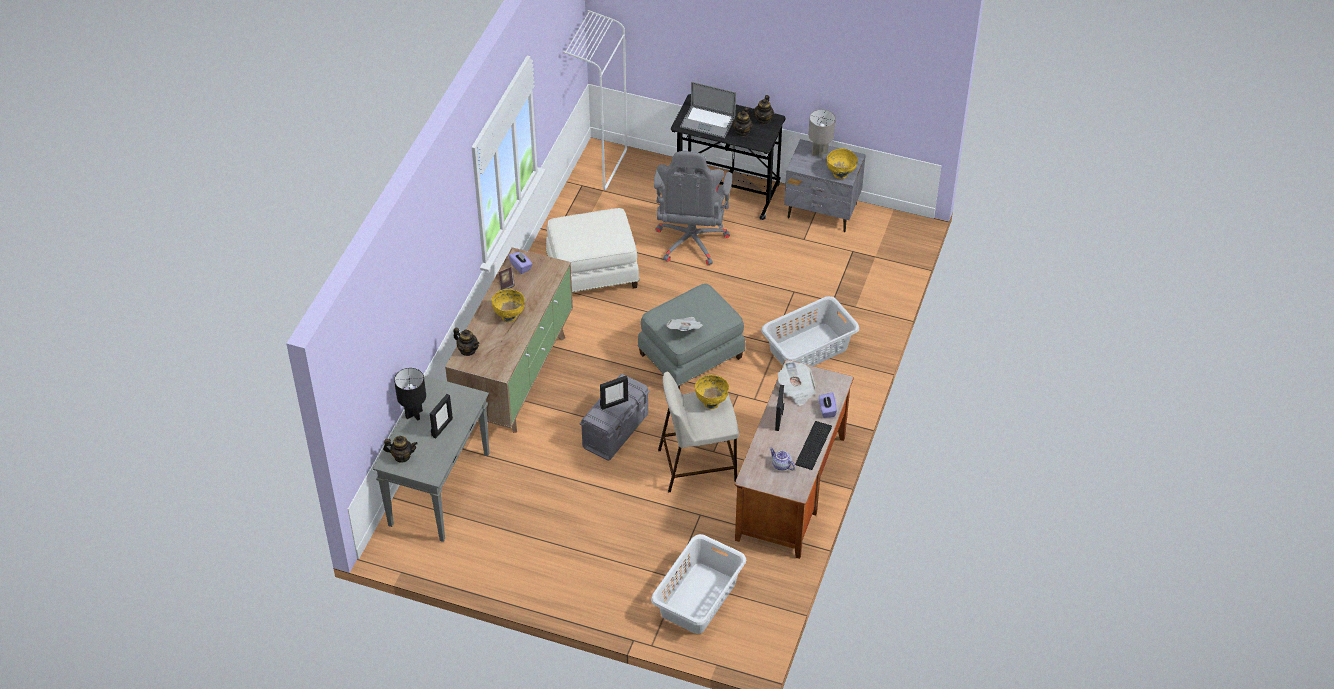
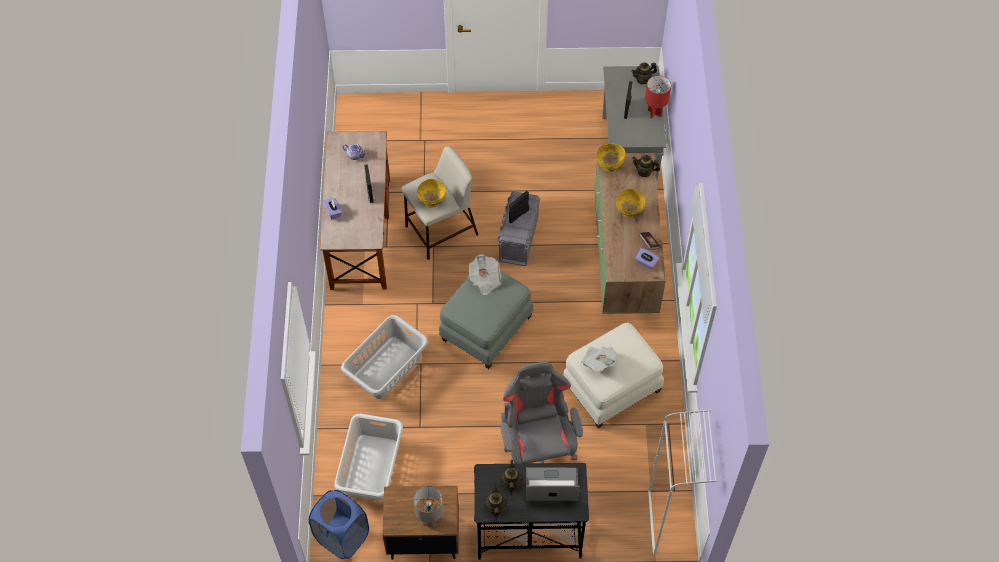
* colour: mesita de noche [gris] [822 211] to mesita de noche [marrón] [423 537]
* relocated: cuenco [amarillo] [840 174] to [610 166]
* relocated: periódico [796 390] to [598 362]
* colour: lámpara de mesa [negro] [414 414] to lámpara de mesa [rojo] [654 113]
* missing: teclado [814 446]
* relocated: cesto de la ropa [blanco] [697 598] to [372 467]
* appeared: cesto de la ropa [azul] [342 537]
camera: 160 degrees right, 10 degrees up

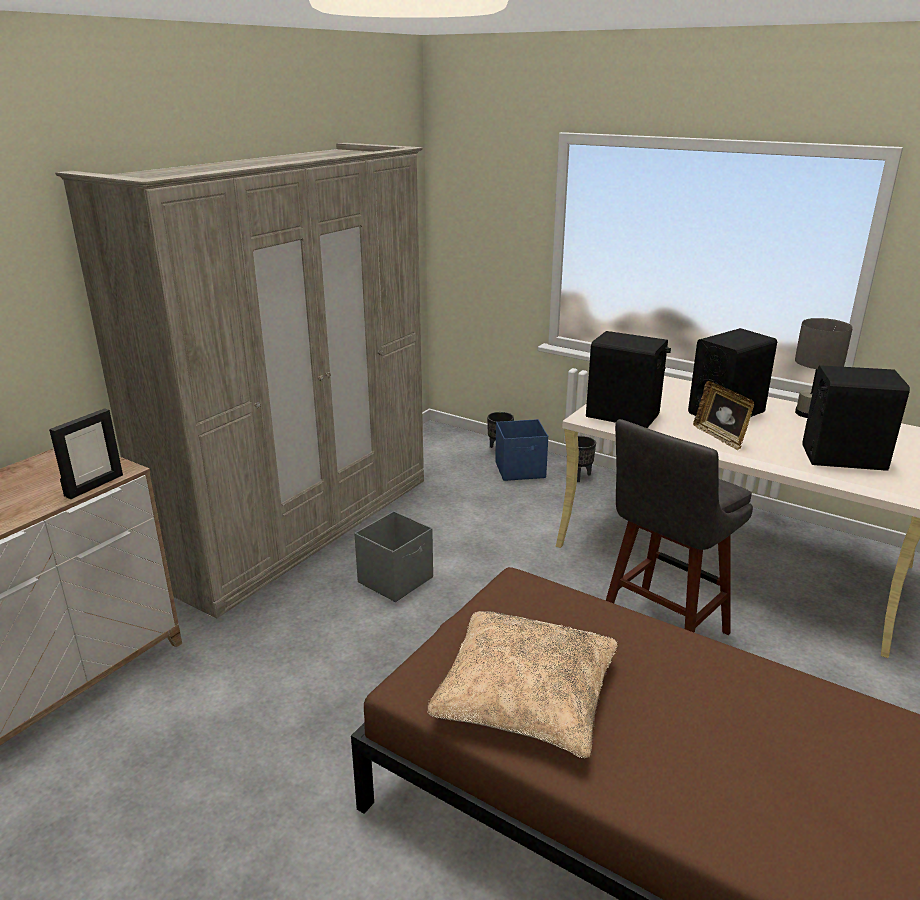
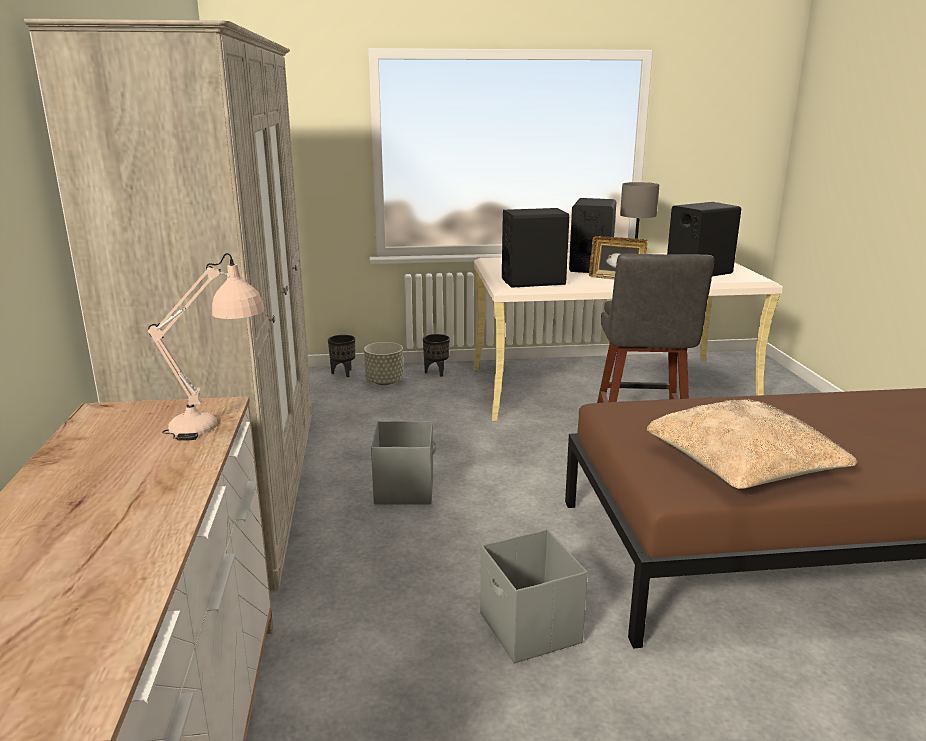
* exchanged: portarretratos [94 485] to lámpara de mesa [beis] [219 425]
* exchanged: caja de almacenaje [azul] [521 470] to maceta [gris] [384 382]
* appeared: caja de almacenaje [gris] [530 629]
camera: 40 degrees left, 5 degrees down

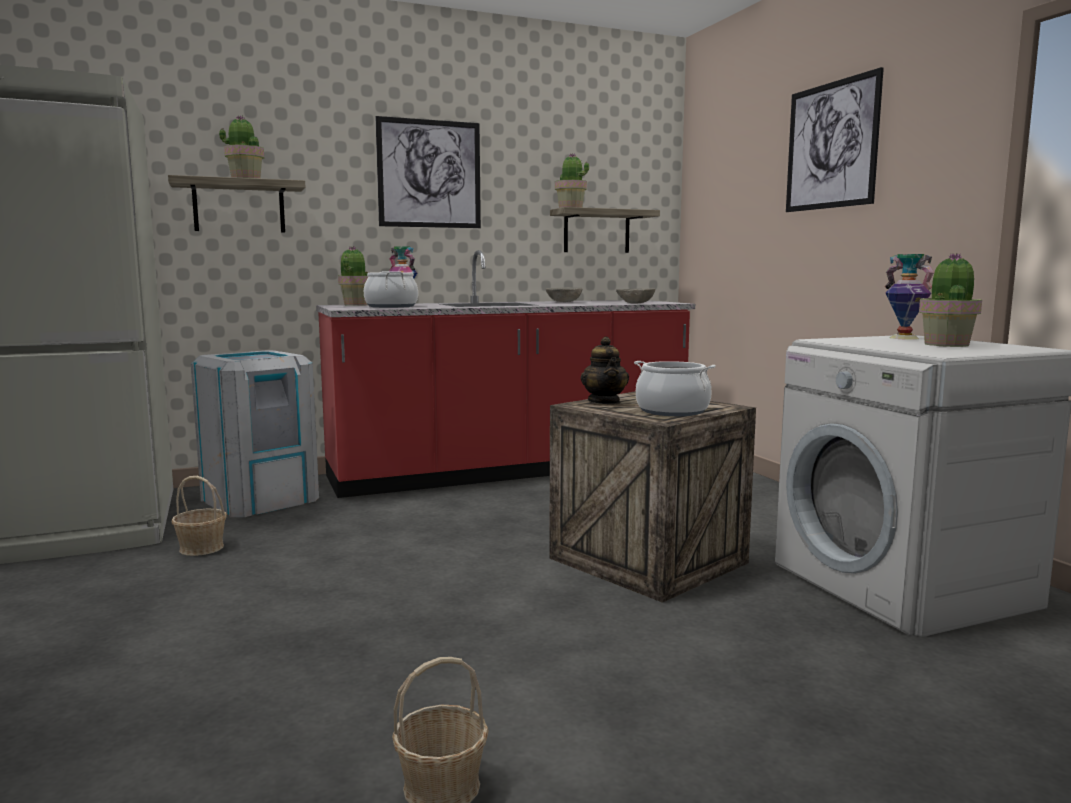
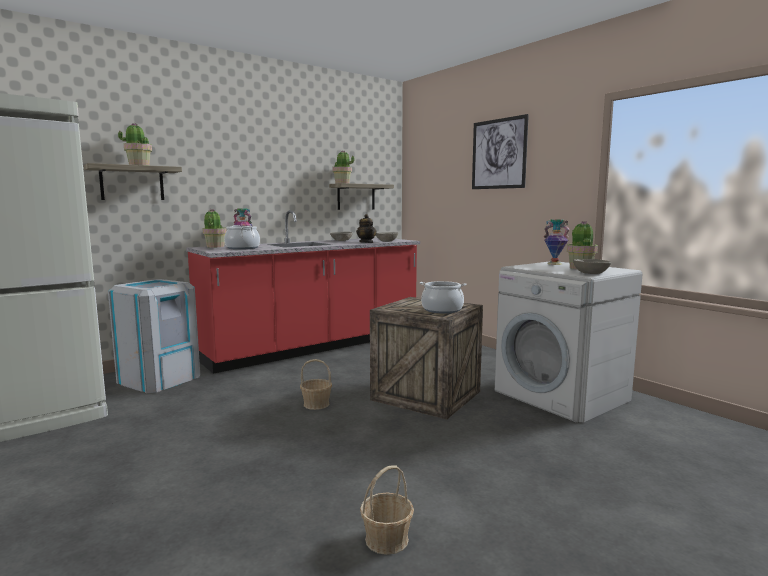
* missing: cuadro [429 174]
* relocated: tetera [604 402] to [366 242]
* relocated: cesta [201 548] to [316 404]
* appeared: cuenco [gris] [590 273]
camera: 15 degrees left, 0 degrees up

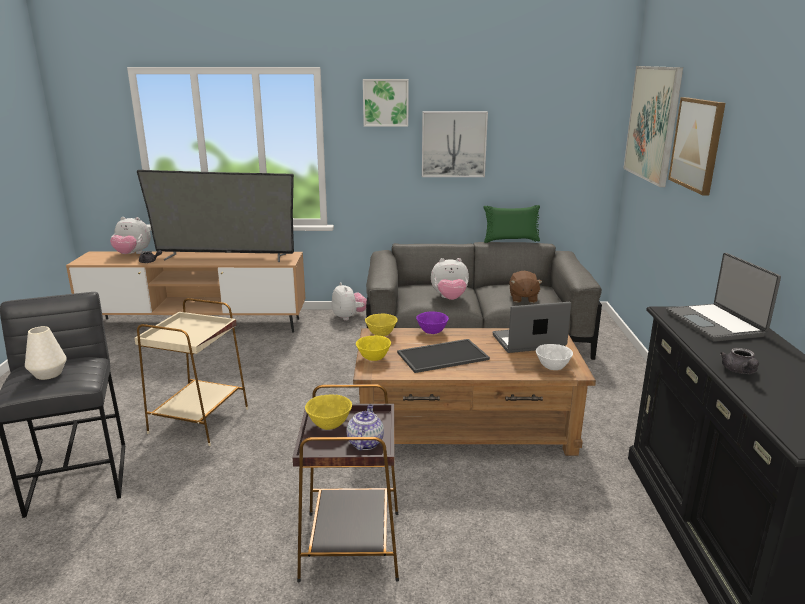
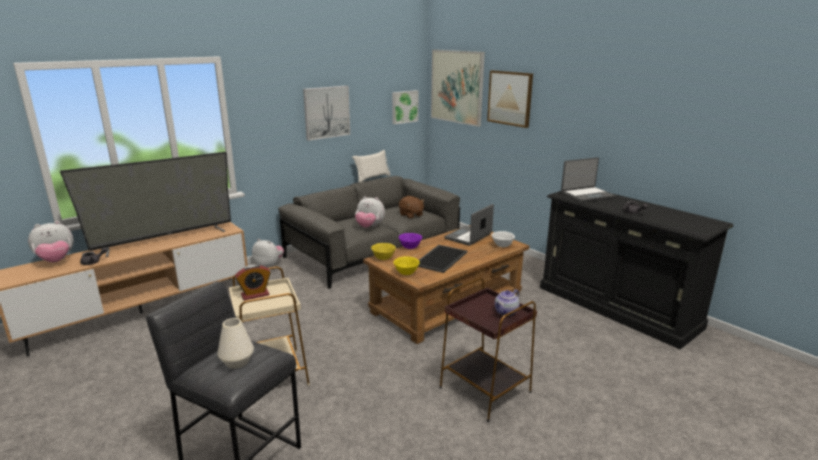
* relocated: cuadro [385 102] to [404 107]
* colour: cojín [verde] [510 240] to cojín [blanco] [372 178]
* spun: portátil [715 324] = [587 195] 60 degrees counterclockwise
* spun: peluche [449 298] = [369 227] 60 degrees clockwise
* missing: cuenco [amarillo] [329 425]
* spun: tetera [365 442] = [506 312] 105 degrees counterclockwise
* appeared: despertador [255 295]
camera: 40 degrees left, 0 degrees up

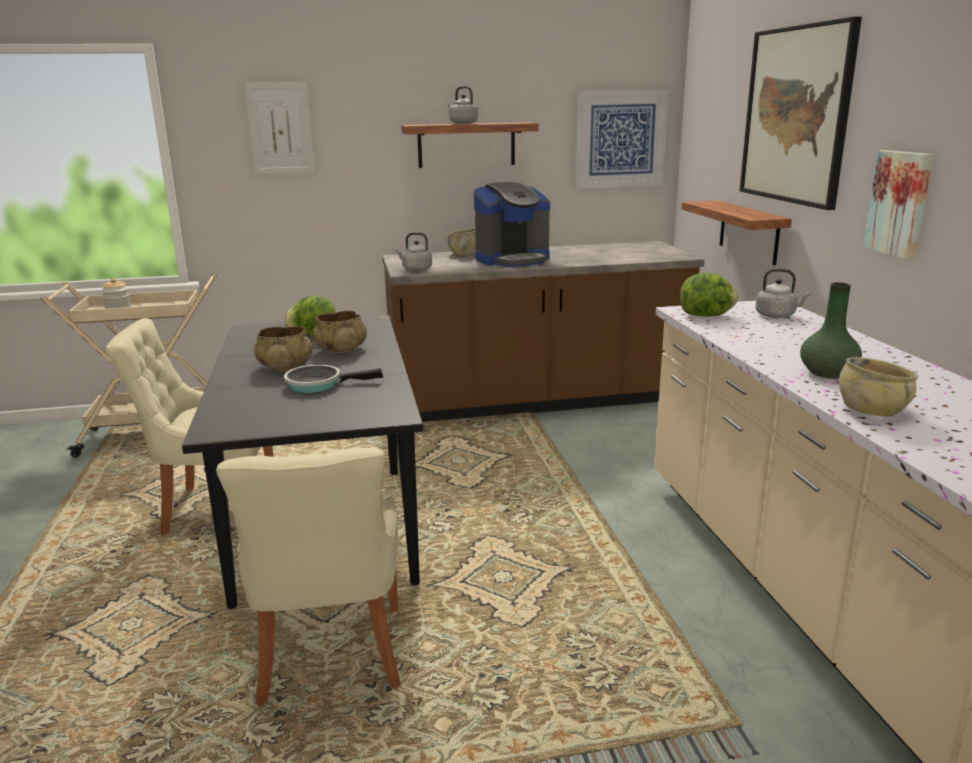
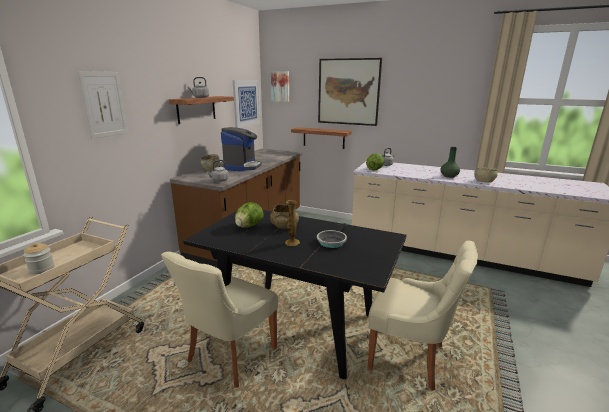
* relocated: cuadro [900 203] to [280 86]
* exchanged: cuenco [beis] [285 367] to florero [292 242]
camera: 55 degrees left, 0 degrees up

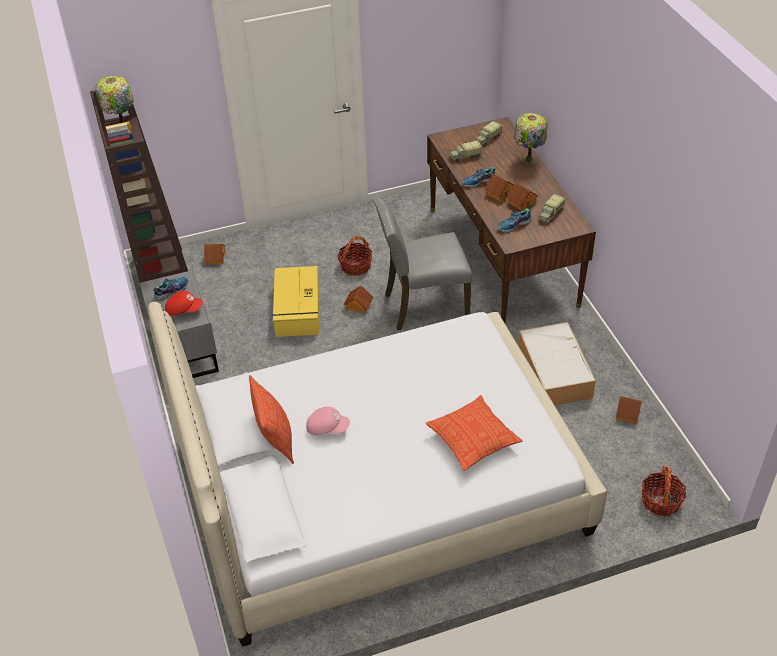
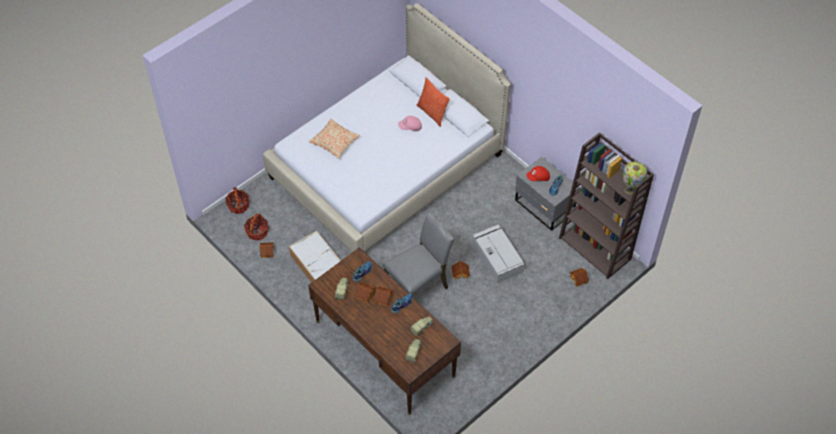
* missing: lámpara de mesa [527 159]
* relocated: cesta [355 266] to [257 232]
* colour: caja de almacenaje [amarillo] [297 309] to caja de almacenaje [gris] [497 257]
* colour: cojín [naranja] [472 440] to cojín [beis] [335 142]
camera: 155 degrees right, 10 degrees up

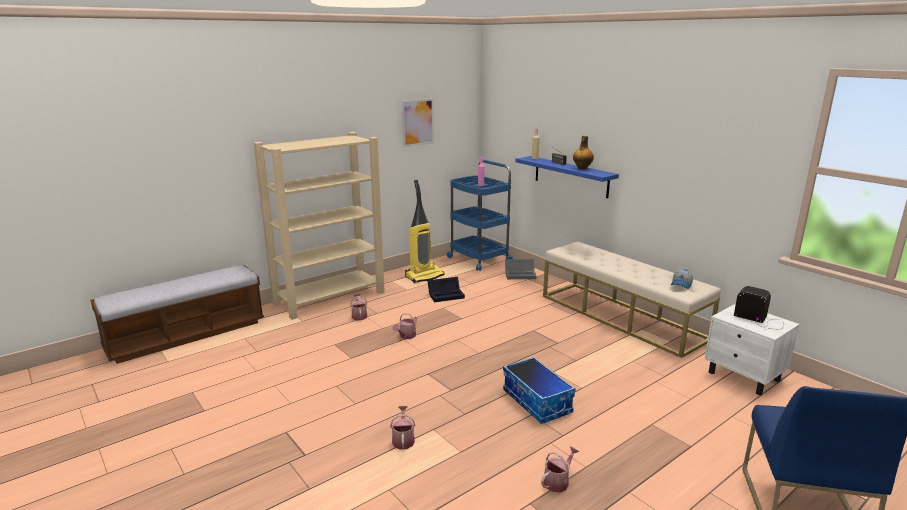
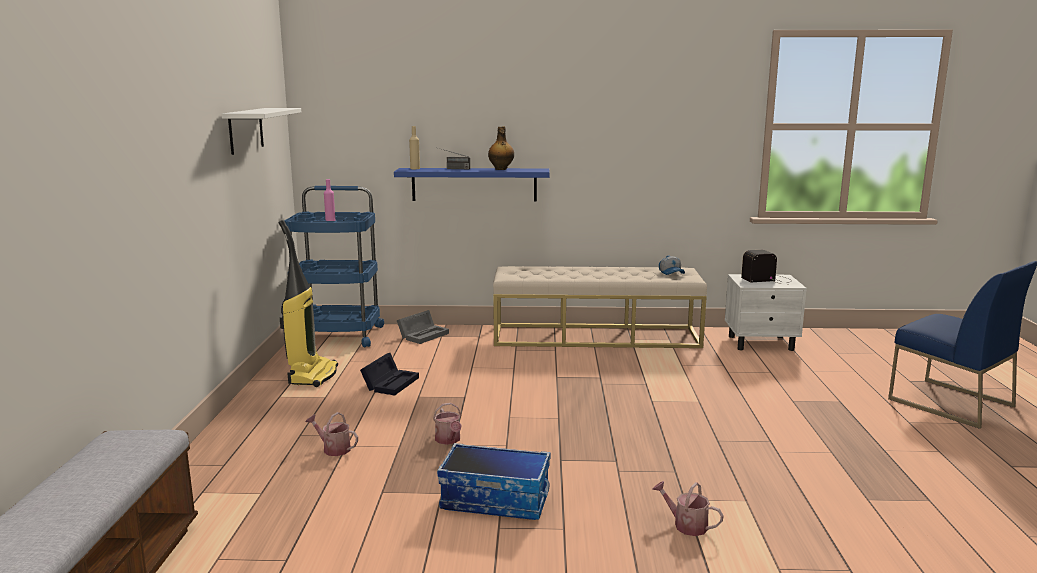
* exchanged: cuadro [417 122] to estante [blanco] [246 130]
* missing: estantería [beis] [329 297]
* relocated: caja de almacenaje [537 402] to [496 500]
* missing: regadera [558 481]
camera: 50 degrees left, 5 degrees down

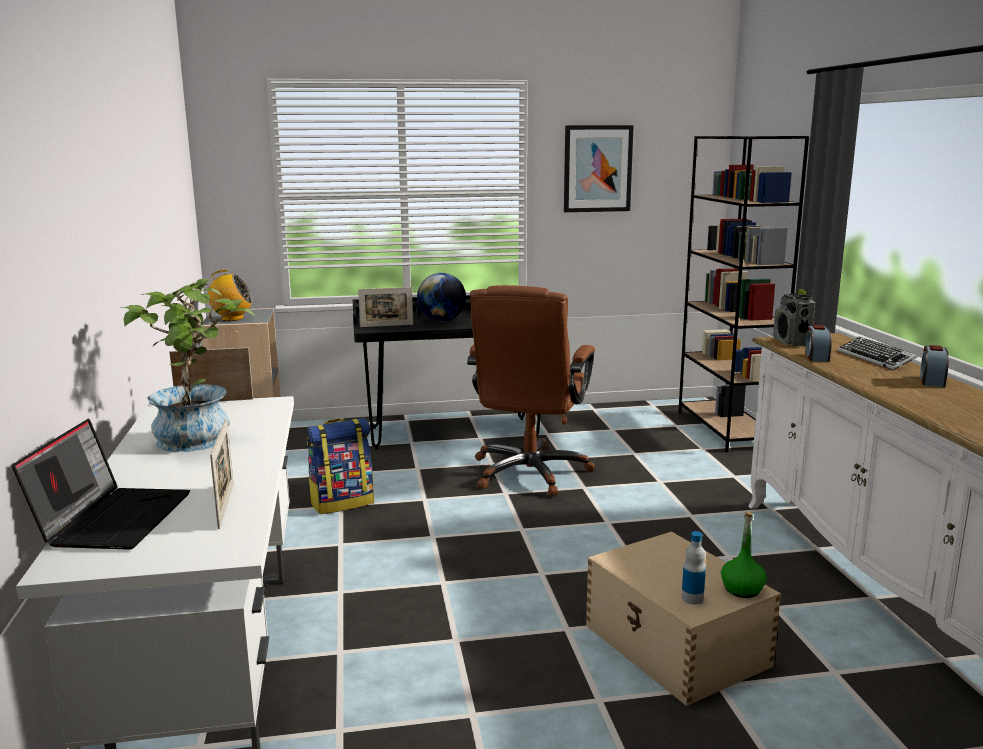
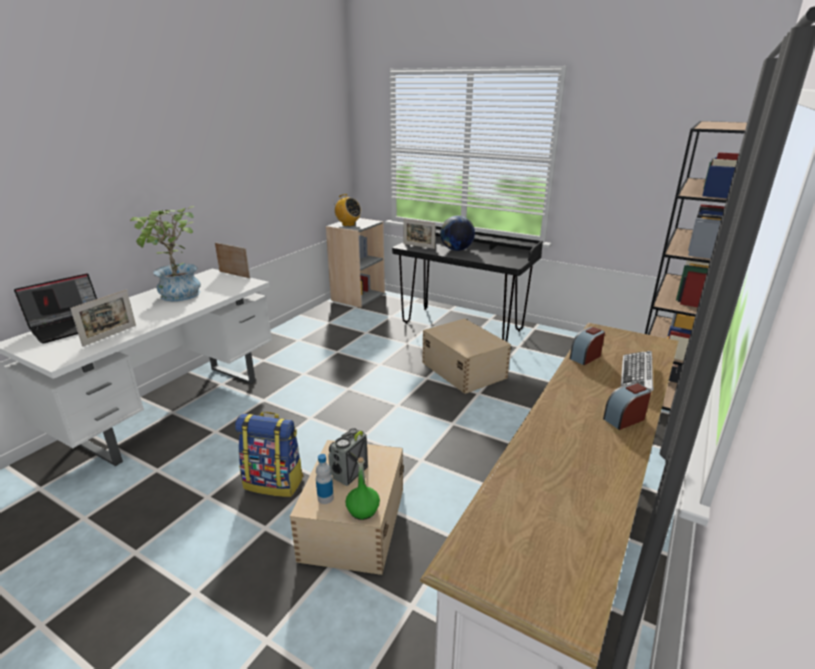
* missing: cuadro [597 168]
* exchanged: silla de oficina [marrón] [530 472] to caja de almacenaje [beis] [463 369]
* relocated: radio [791 342] to [348 473]
* relocated: mochila [342 502] to [274 482]
camera: 40 degrees right, 10 degrees up

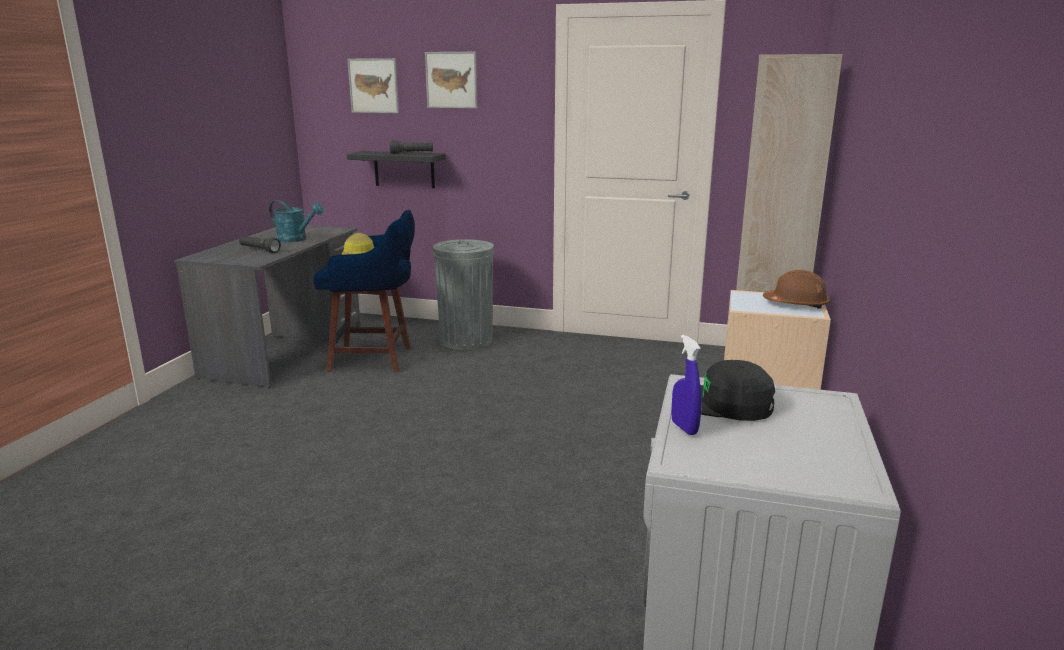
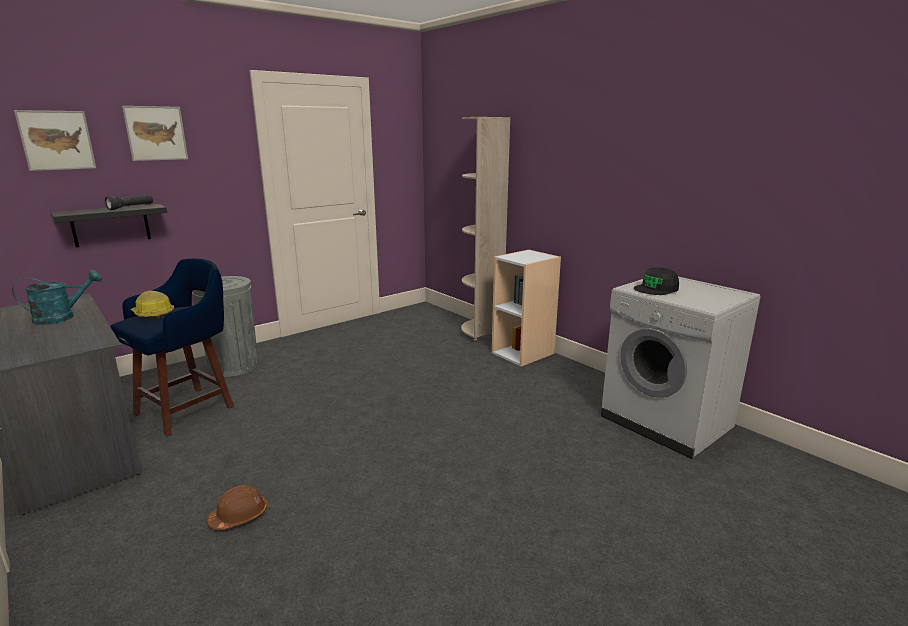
* missing: linterna [negro] [259 250]
* relocated: casco [marrón] [796 304] to [239 517]
* missing: pulverizador [azul] [684 428]
camera: 55 degrees left, 0 degrees up

